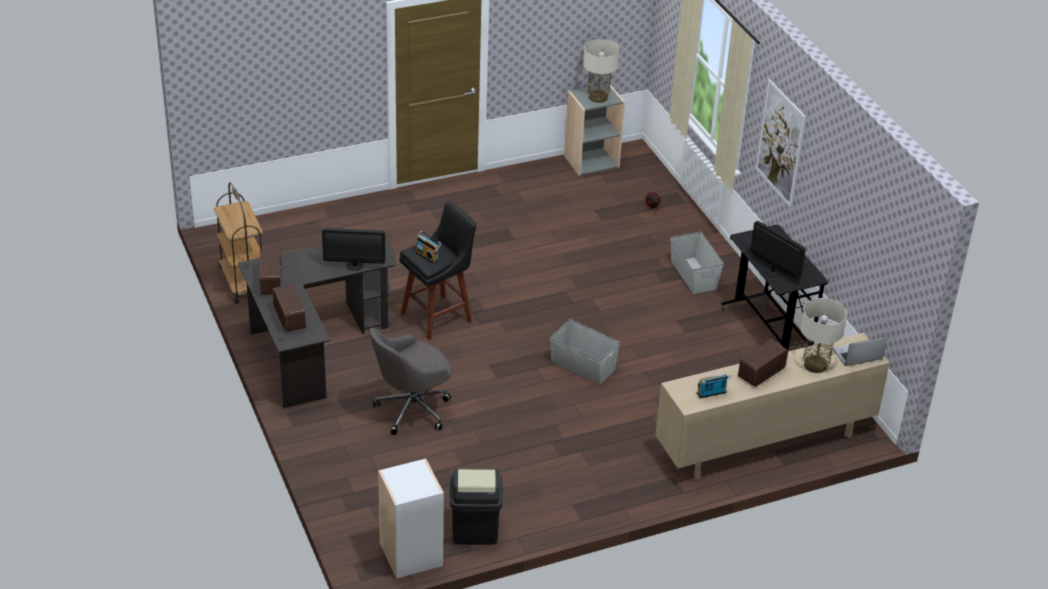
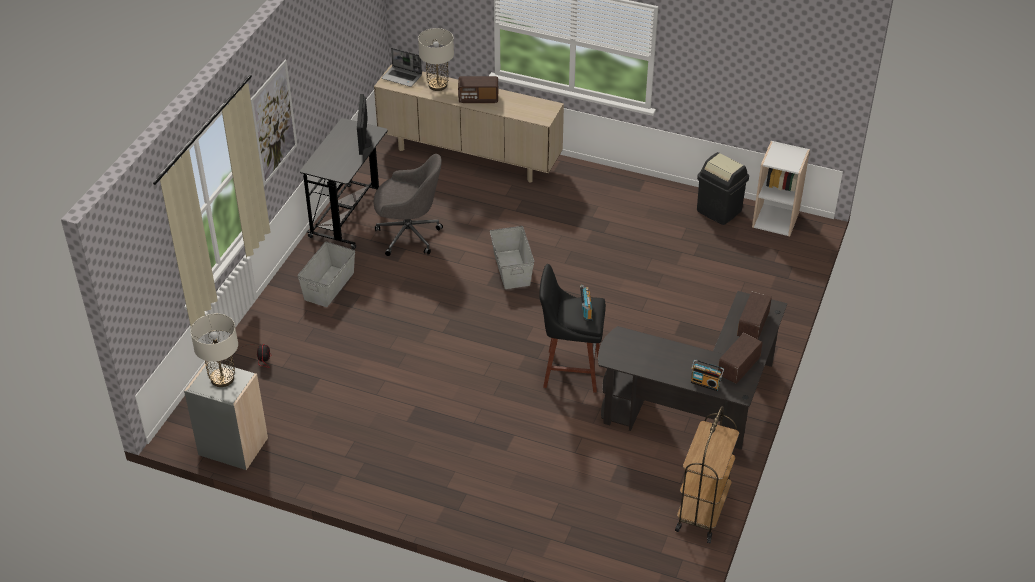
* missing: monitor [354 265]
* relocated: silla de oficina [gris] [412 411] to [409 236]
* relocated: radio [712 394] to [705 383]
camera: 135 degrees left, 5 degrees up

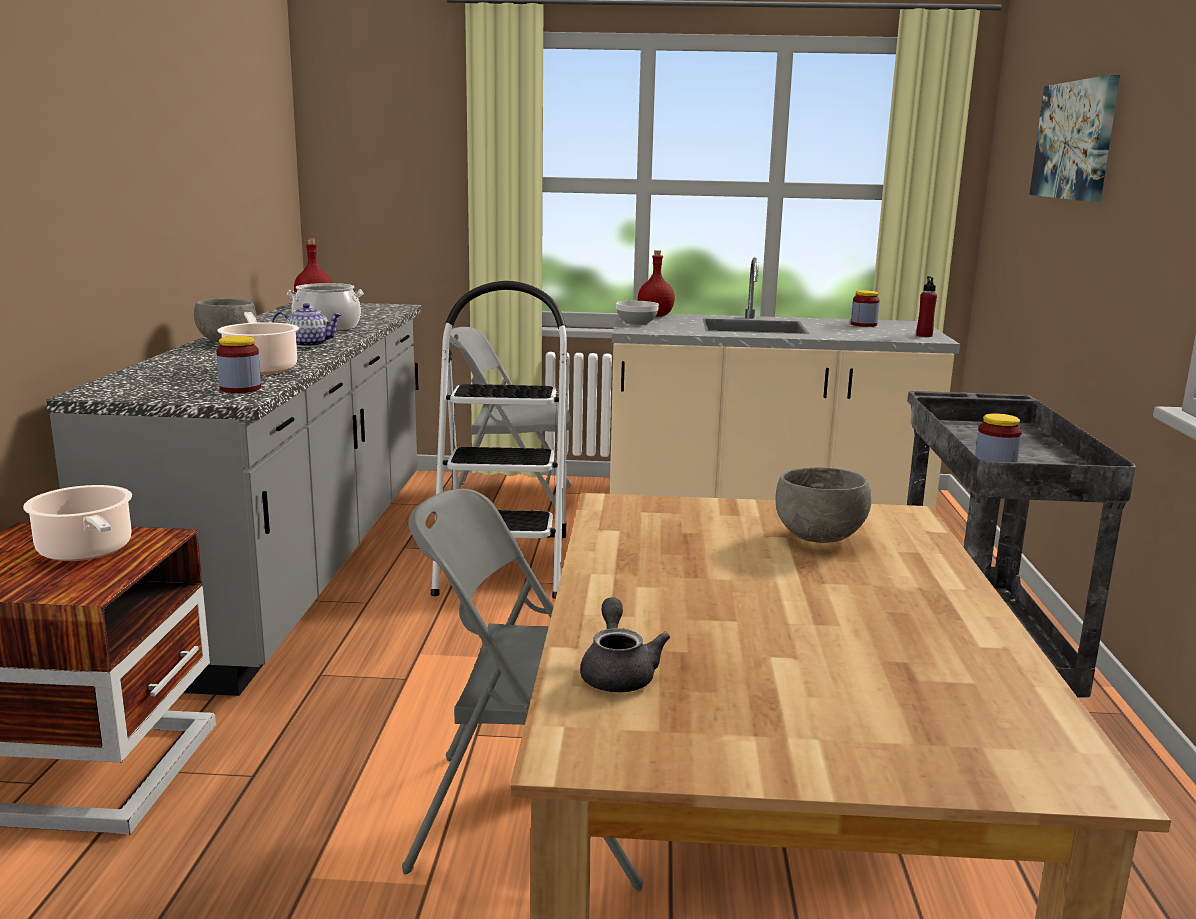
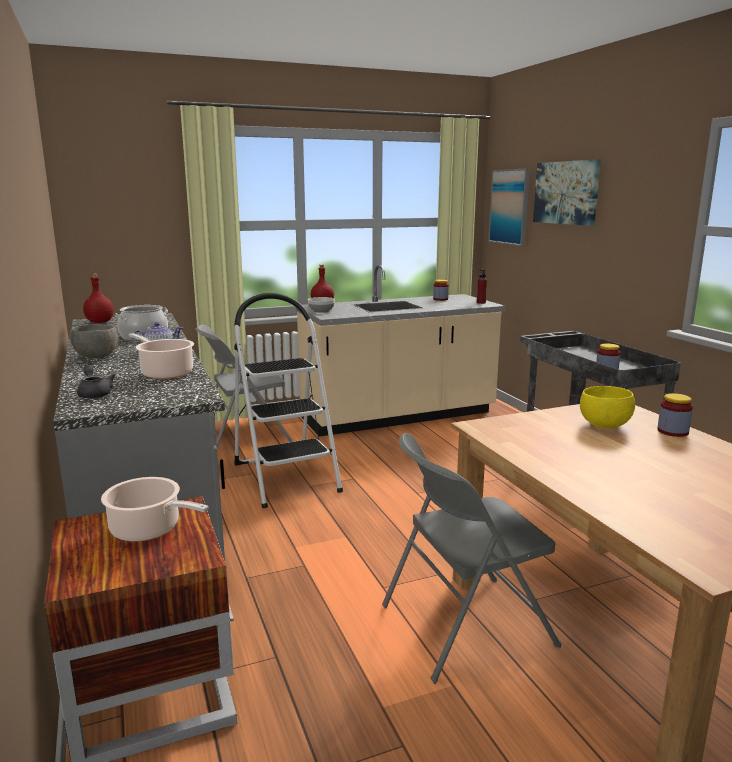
* relocated: tarro [240 388] to [672 431]
* colour: cuenco [gris] [820 538] to cuenco [amarillo] [604 425]
* relocated: tetera [gris] [618 673] to [95 394]
* appeared: cuadro [510 207]
camera: 25 degrees left, 0 degrees up

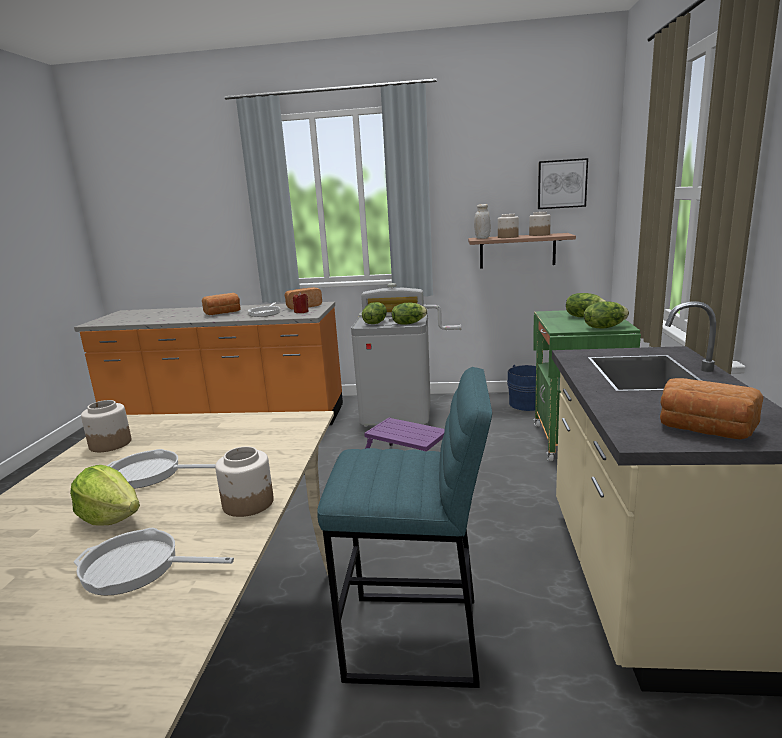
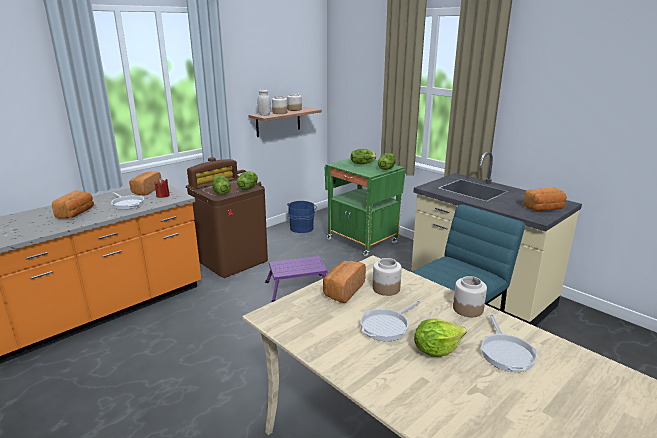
* missing: cuadro [562 184]
* colour: lavadora [gris] [398 414] to lavadora [marrón] [233 261]
* relocated: tarro [110 444] to [385 288]
* spun: sartén [137 567] = [506 353] 45 degrees counterclockwise
* appeared: pan [343 290]
camera: 50 degrees left, 5 degrees up

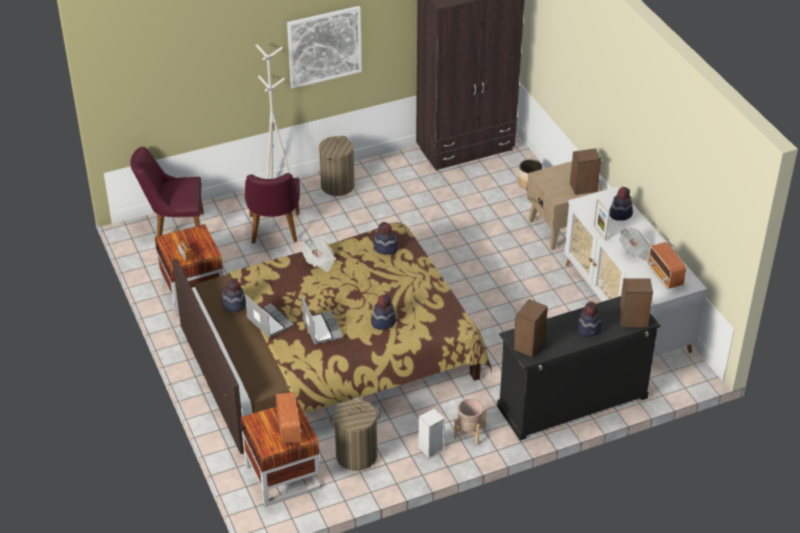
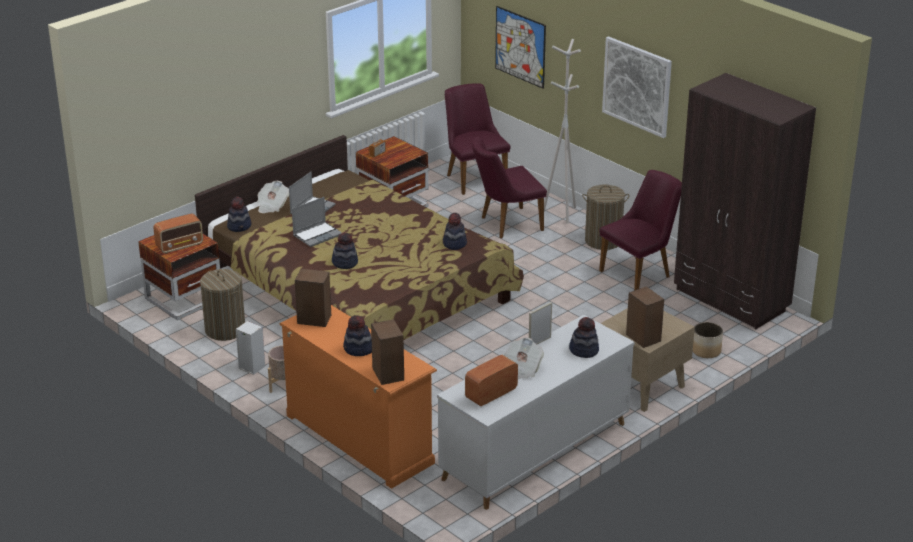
* relocated: periódico [319 261] to [272 206]
* relocated: sombrero [234 304] to [239 226]
* colour: armario [negro] [572 402] to armario [naranja] [358 439]
* appeared: cuadro [520 47]
* appeared: silla [morado] [640 272]
camera: 70 degrees right, 10 degrees down

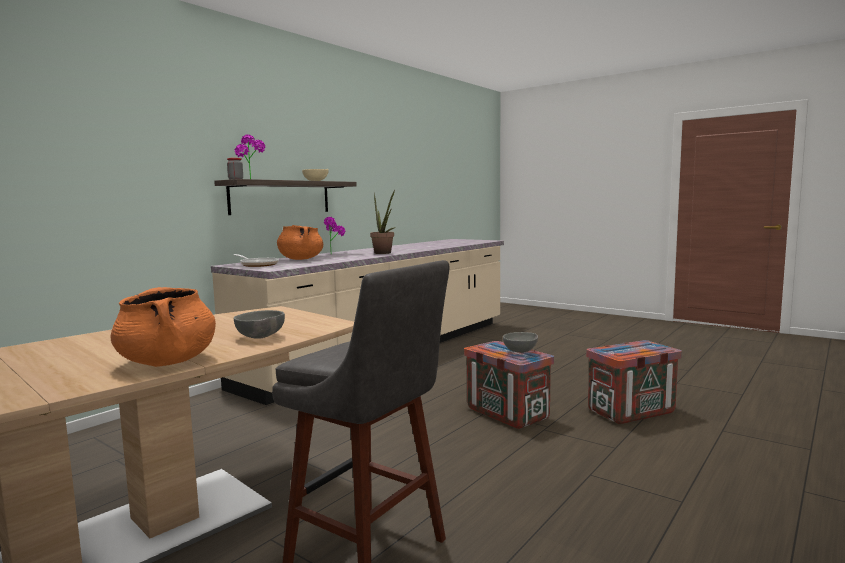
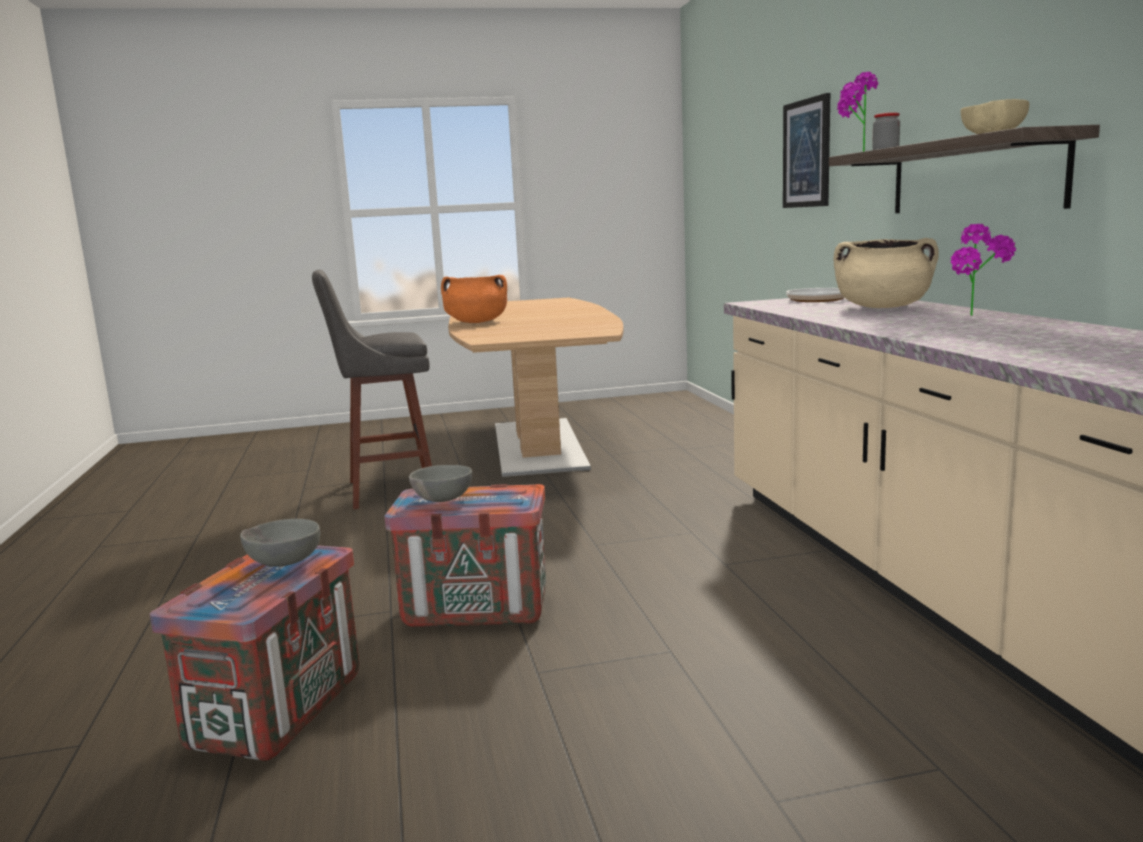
* missing: planta en maceta [384 253]
* colour: olla [naranja] [300 259] to olla [beis] [883 307]
* relocated: cuenco [gris] [260 337] to [283 562]
* appeared: cuadro [807 153]
camera: 130 degrees right, 5 degrees up

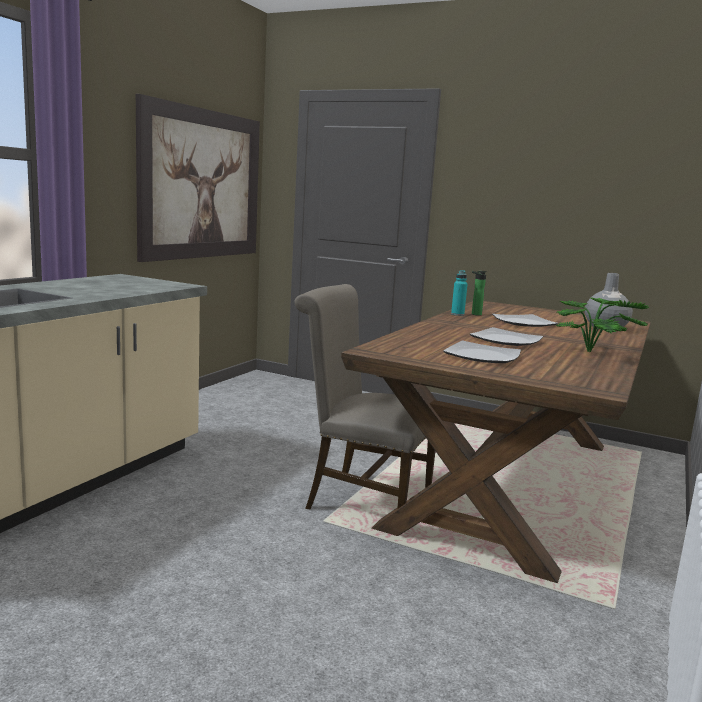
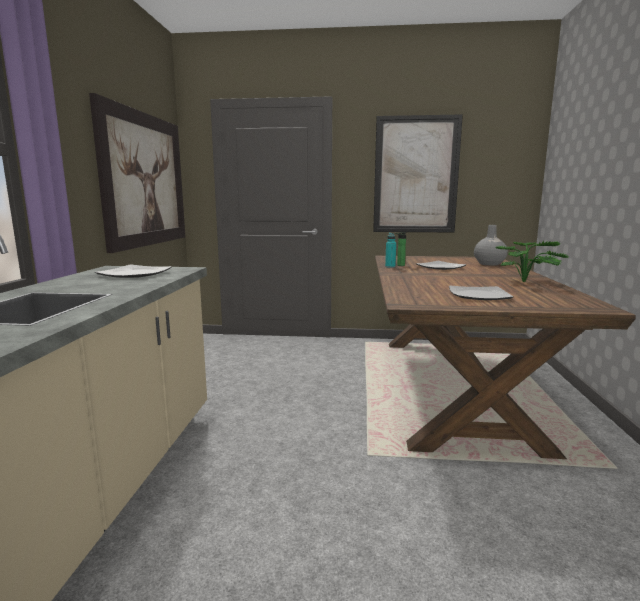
* missing: silla [beis] [361 498]
* relocated: plato [505 340] to [134 274]
* appeared: cuadro [416 175]
camera: 20 degrees left, 0 degrees up

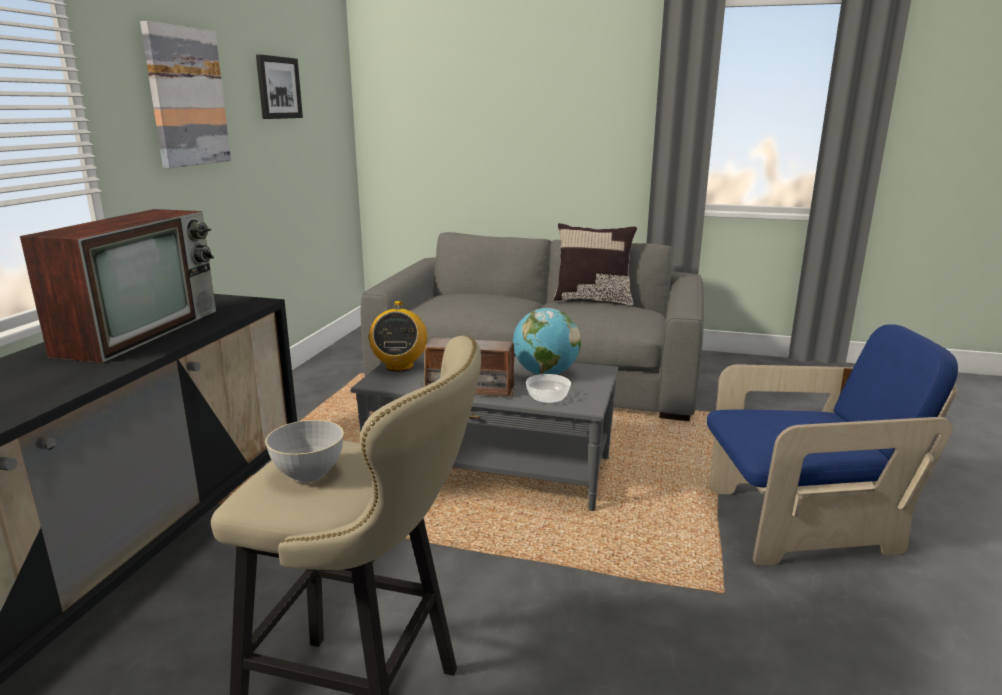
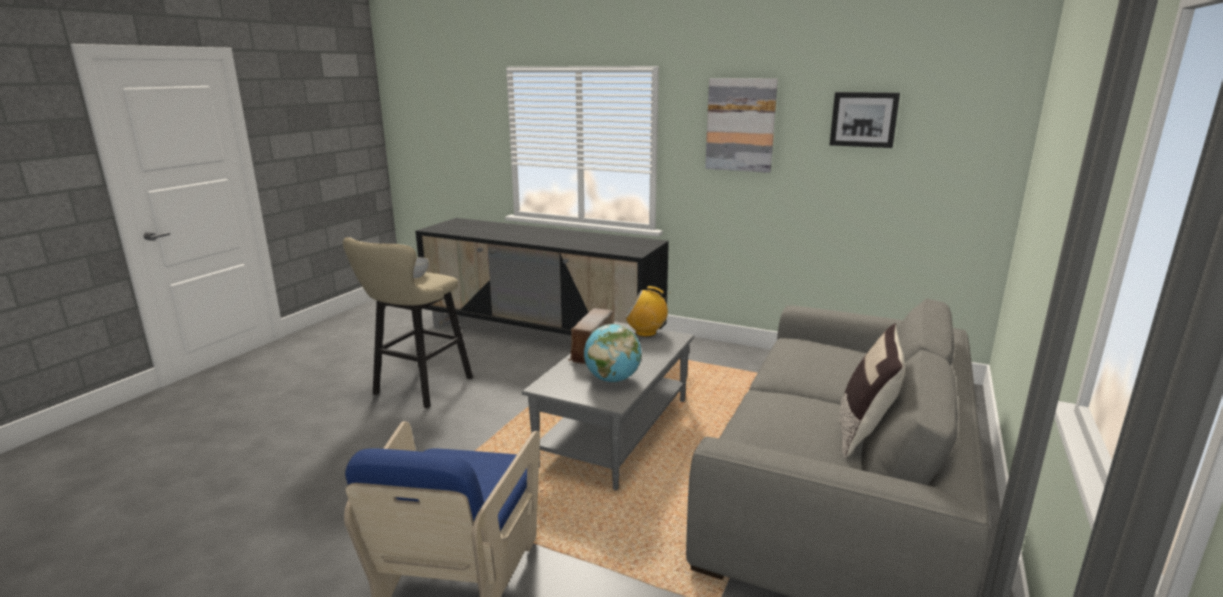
* missing: televisor [141 331]
* missing: cuenco [547 398]
camera: 100 degrees right, 0 degrees up

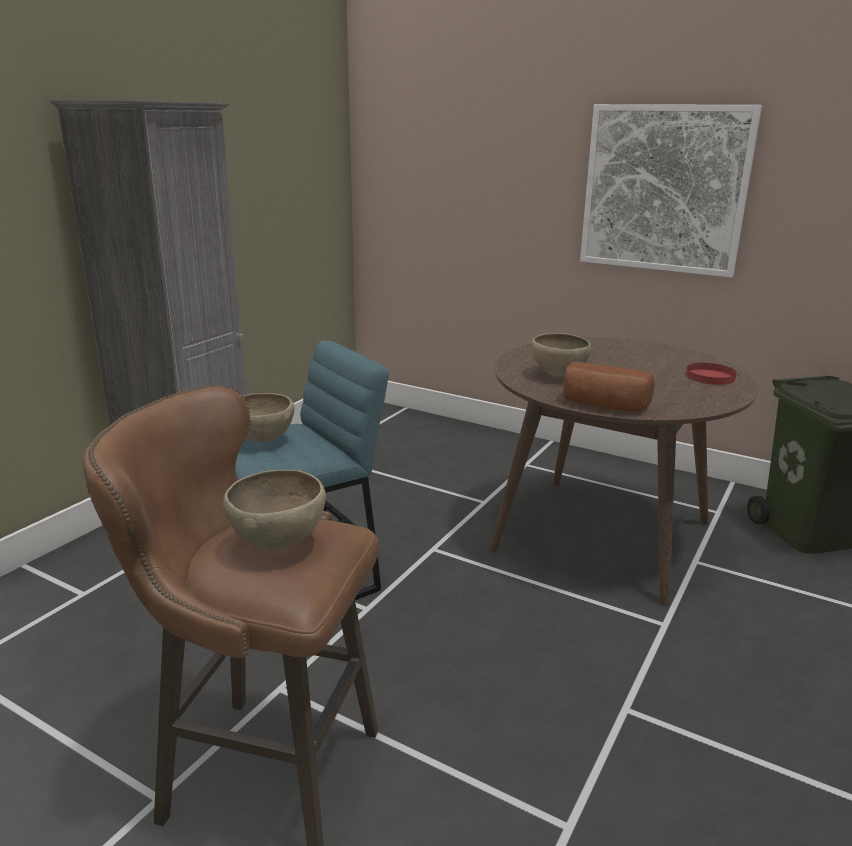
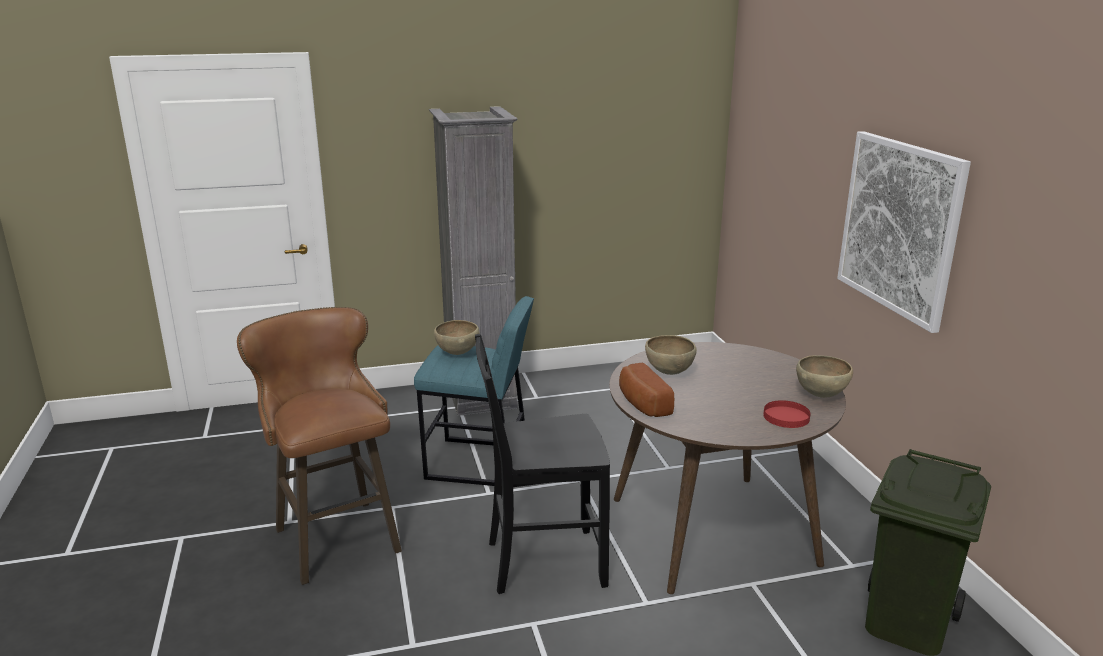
* relocated: cuenco [marrón] [278 543] to [821 395]
* appeared: silla [negro] [543 562]
camera: 45 degrees right, 0 degrees up

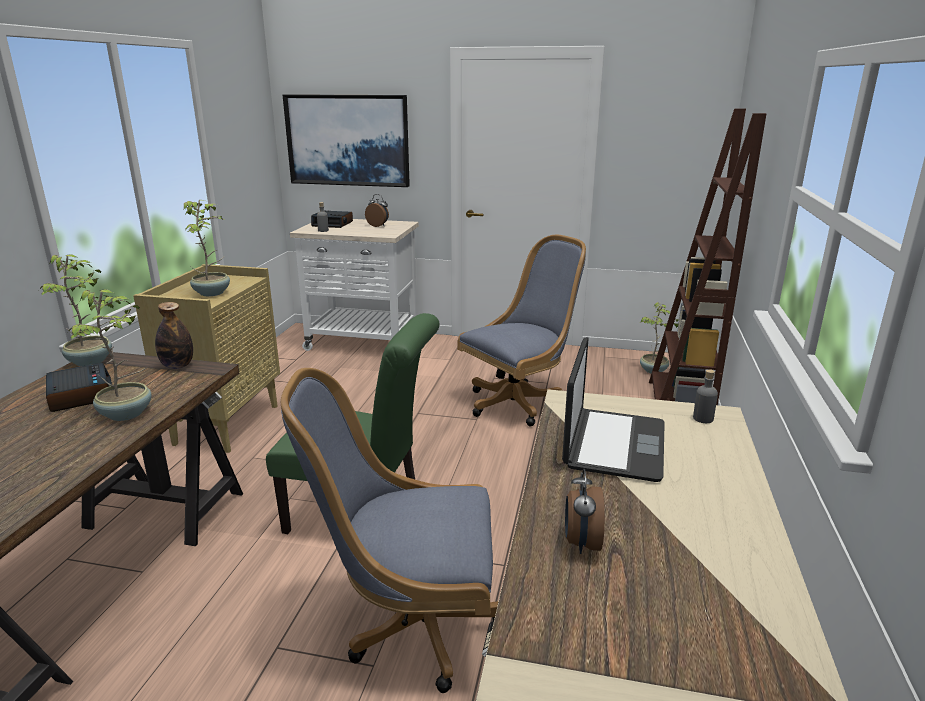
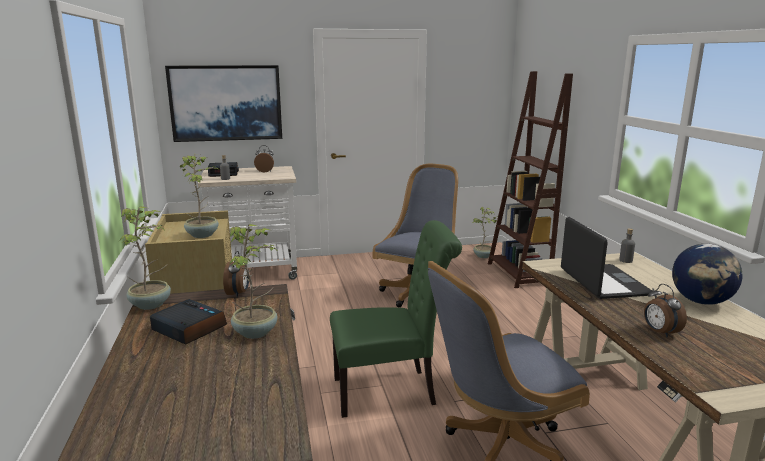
* exchanged: botella [177 366] to despertador [238 293]
* appeared: globo terráqueo [701 301]
camera: 25 degrees left, 5 degrees down

